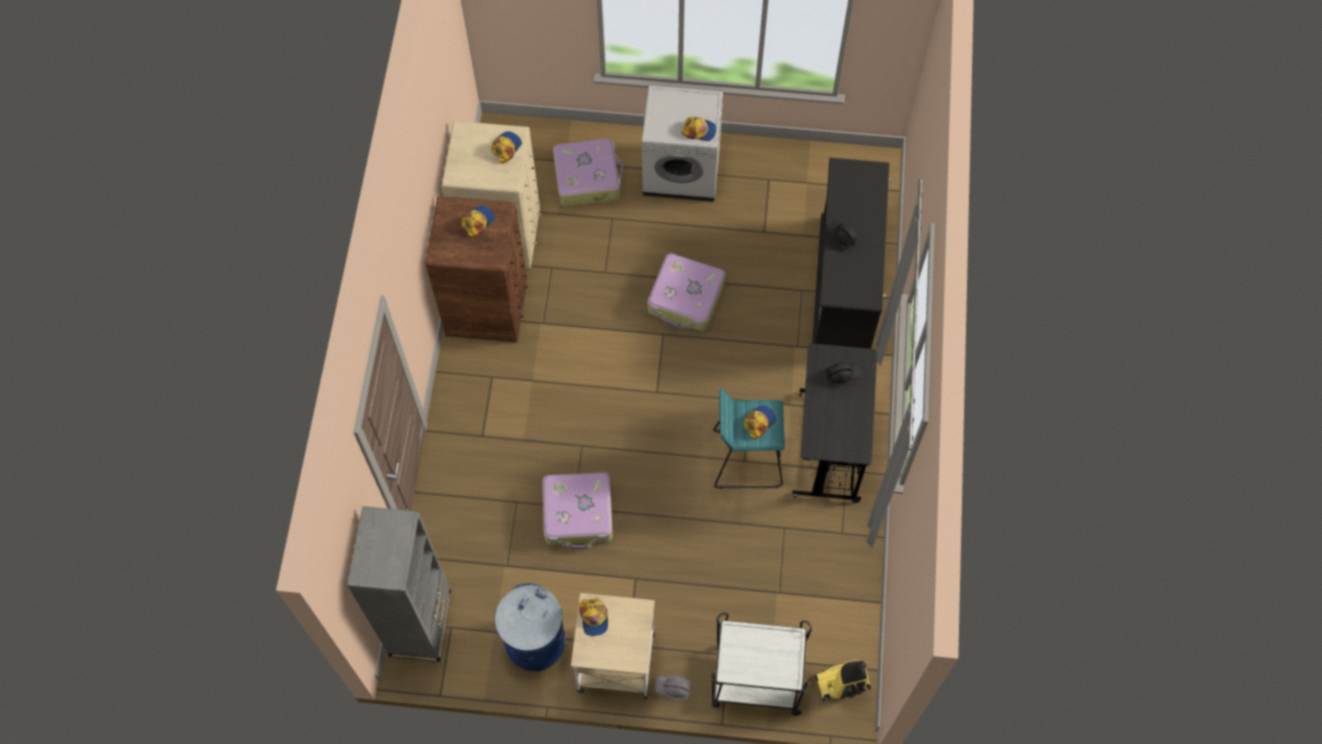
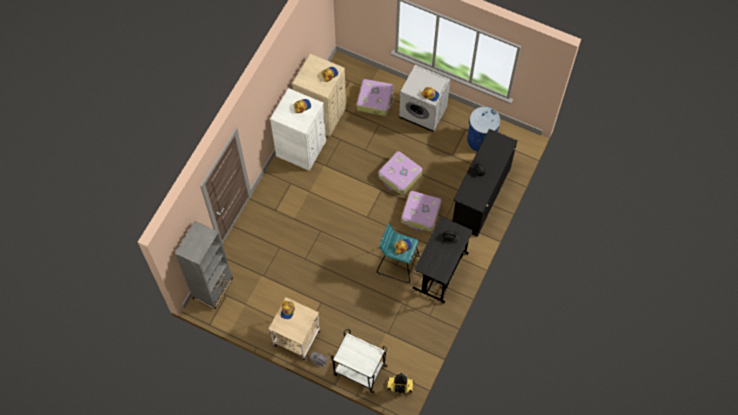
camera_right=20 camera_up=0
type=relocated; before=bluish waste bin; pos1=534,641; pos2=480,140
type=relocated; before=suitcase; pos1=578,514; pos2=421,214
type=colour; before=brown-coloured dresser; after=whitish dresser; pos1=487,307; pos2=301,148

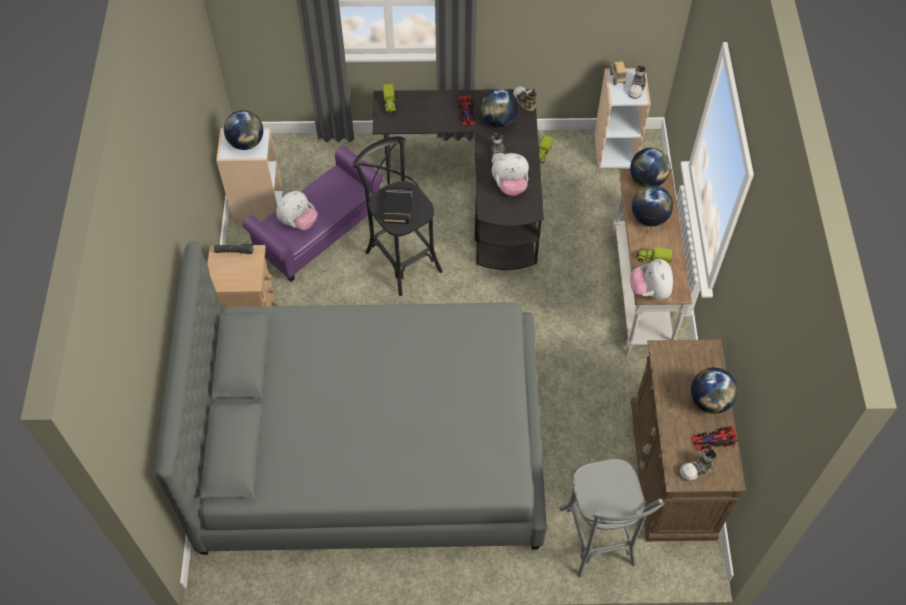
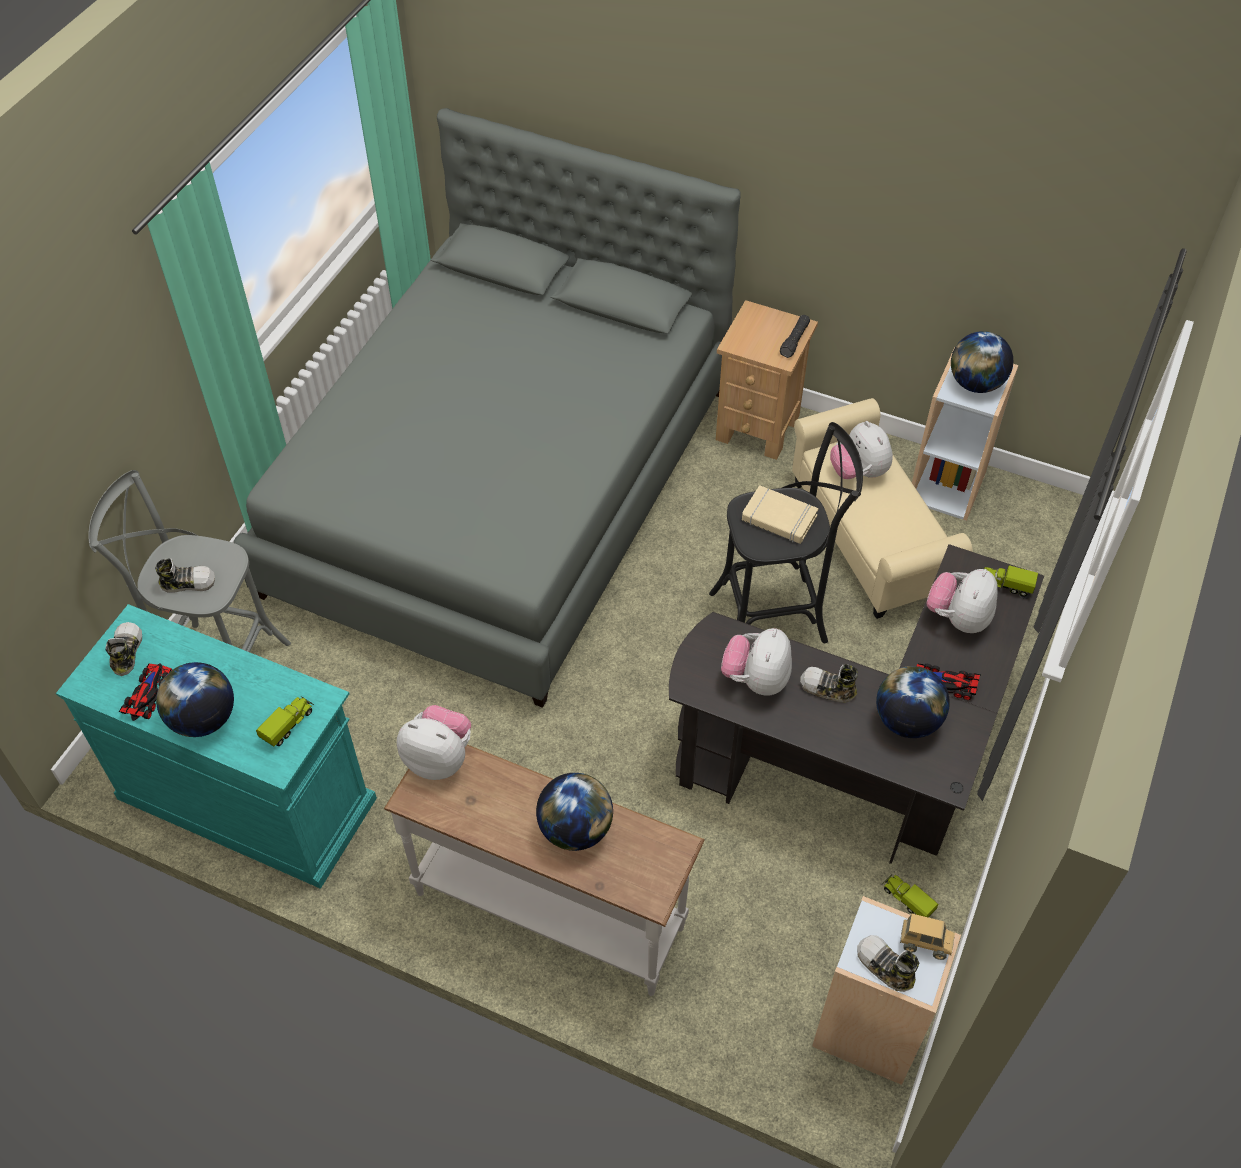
camera_right=115 camera_up=-5
type=missing; before=world globe; pos1=647,180
type=appeared; after=cuddly toy; pos2=958,618
type=relocated; before=shoe; pos1=524,101; pos2=188,582
type=relocated; before=model truck; pos1=652,259; pos2=288,725
type=colour; before=purple-coloured footrest; after=sand-coloured footrest; pos1=319,232; pos2=869,538
type=colour; before=blackish volume; after=sand-coloured volume; pos1=397,207; pos2=778,519
type=colour; before=brown-coloured dresser; after=turquoise dresser; pos1=672,468; pos2=246,799

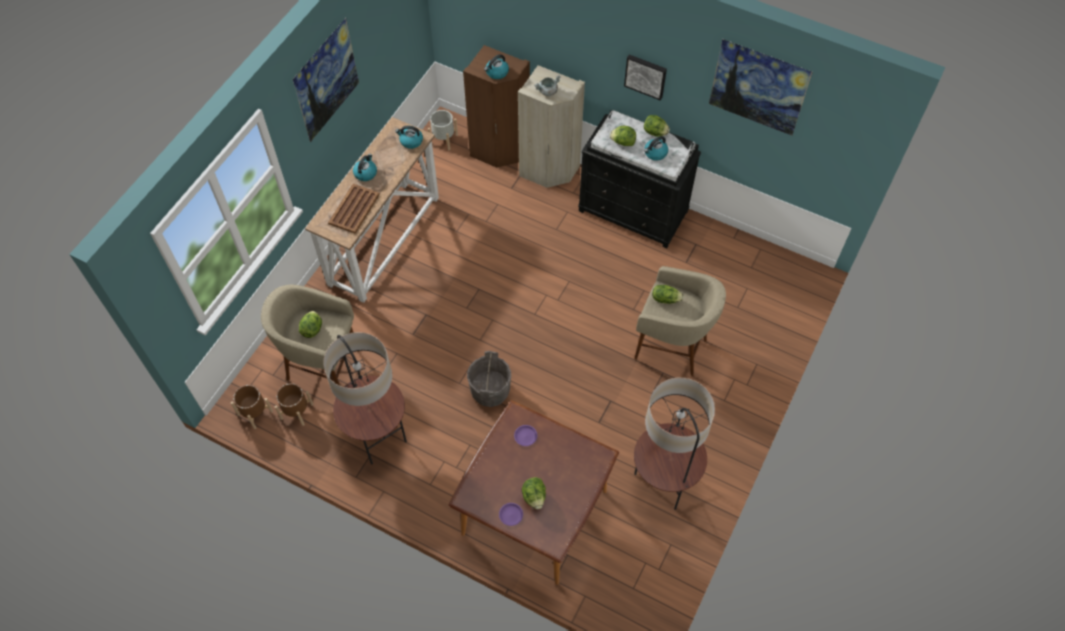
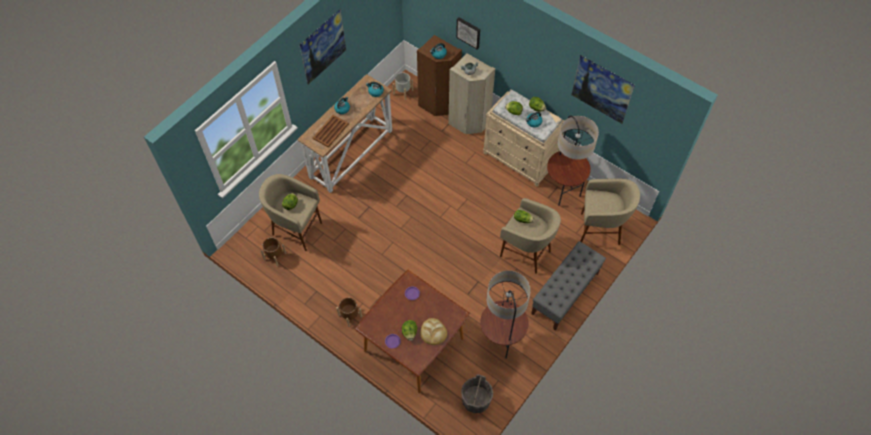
camera_right=10 camera_up=0
type=appeared; after=bakery bread; pos2=433,332
type=appeared; after=grey indoor bench; pos2=565,293
type=appeared; after=sand-coloured stool seat; pos2=600,230
type=relocated; before=brown-coloured plant pot; pos1=255,413; pos2=350,316
type=relocated; before=floor lamp; pos1=378,437; pos2=563,191
type=relocated; before=grey bucket; pos1=490,391; pos2=476,400
type=relocated; before=wall picture; pos1=646,76; pos2=469,32
type=colour; before=blackish dresser; after=sand-coloured dresser; pos1=633,211; pos2=520,158

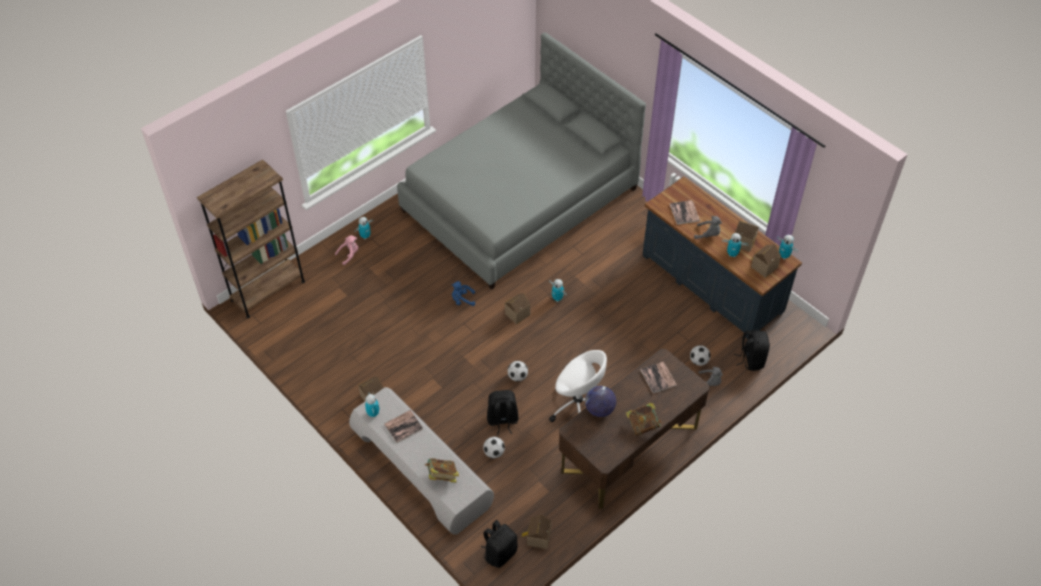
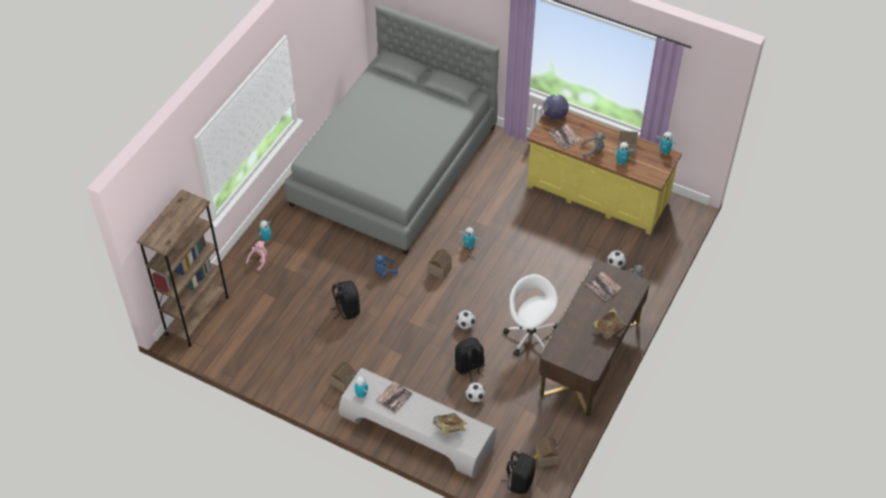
camera_right=-20 camera_up=0
type=missing; before=model house; pos1=763,266
type=relocated; before=world globe; pos1=599,409; pos2=555,116
type=relocated; before=blackish backpack; pos1=751,359; pos2=346,309
type=colour; before=bluish dresser; after=yellow-coloured dresser; pos1=712,285; pos2=598,195
type=spun; before=whitish desk chair; pos1=578,407; pos2=530,335; turn=-150

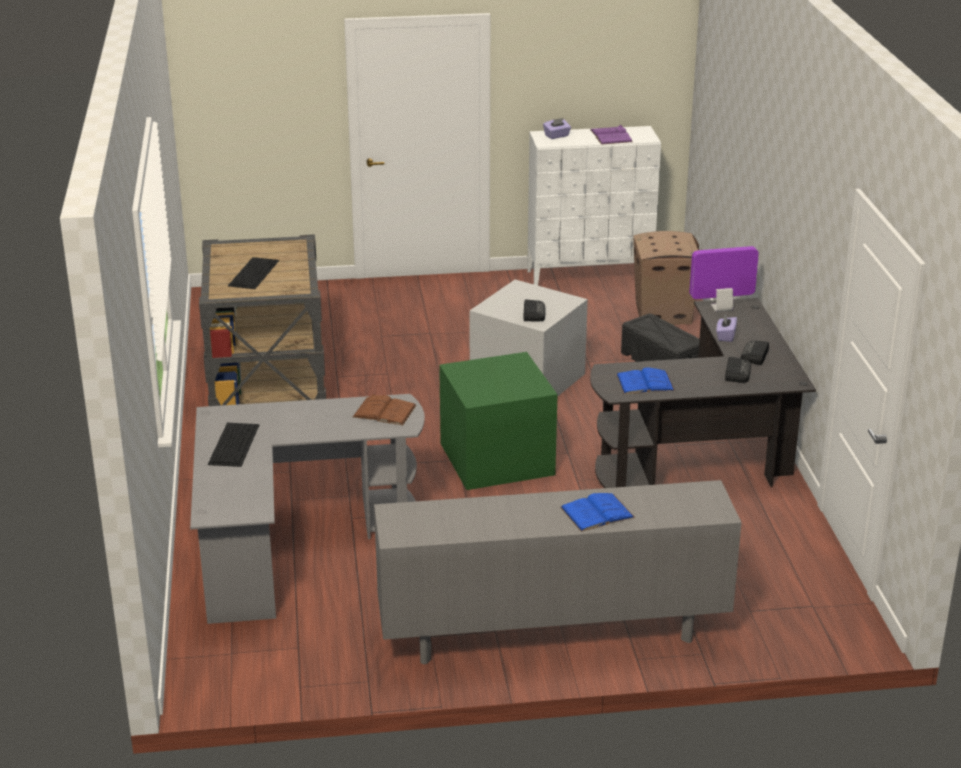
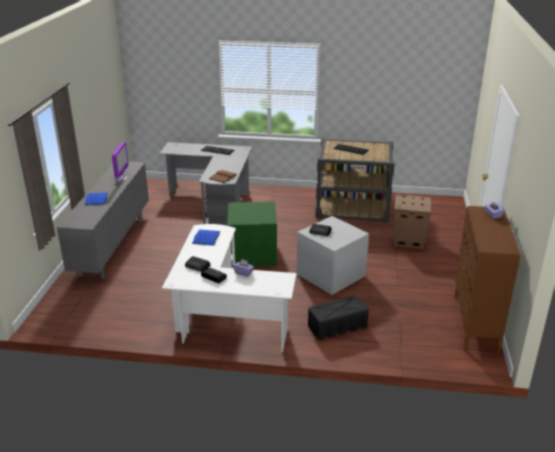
camera_right=105 camera_up=0
type=missing; before=purple-coloured volume; pos1=611,136
type=relocated; before=packing box; pos1=663,313; pos2=409,241
type=relocated; before=computer display; pos1=721,308; pos2=121,178
type=colour; before=whitish dresser; after=brown-coloured dresser; pos1=590,278; pos2=474,324
type=colour; before=blackish desk; after=whitish desk; pos1=708,453; pos2=222,318

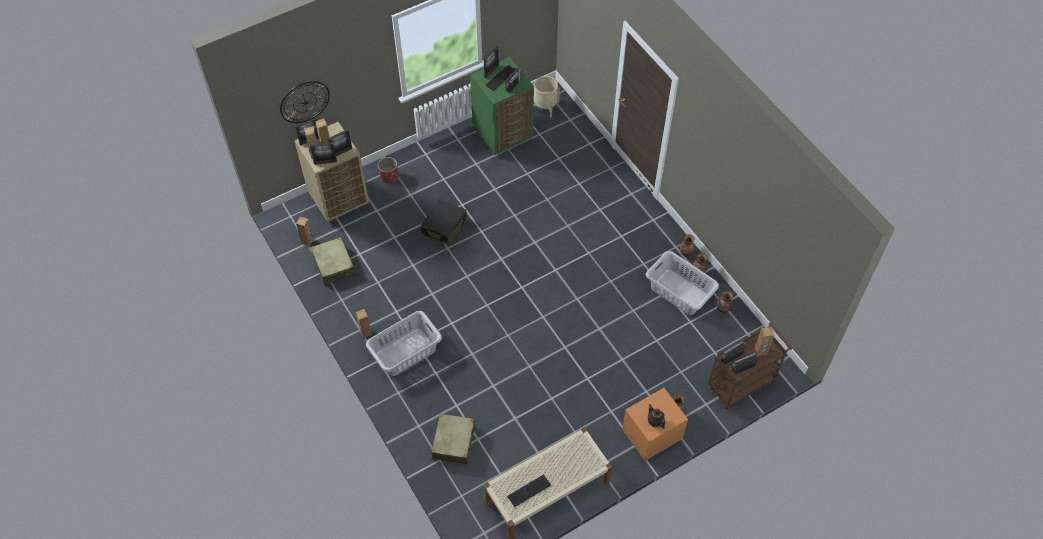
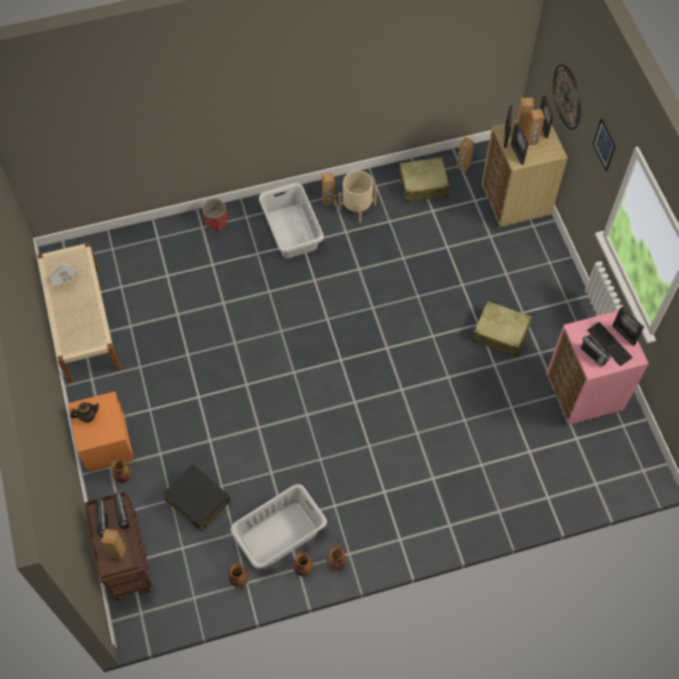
camera_right=105 camera_up=5
type=appeared; after=wall picture; pos2=604,144
type=relocated; before=red plant pot; pos1=389,177; pos2=216,222
type=relocated; before=blackish suitcase; pos1=444,227; pos2=197,501
type=relocated; before=sand-coloured suitcase; pos1=454,442; pos2=500,333
type=relocated; before=sand-coloured plant pot; pos1=545,106; pos2=357,207
type=exchanged; before=PC keyboard; after=daily paper; pos1=529,491; pos2=64,278
type=colour; before=greenish dresser; after=pinkish dresser; pos1=503,135; pos2=583,394

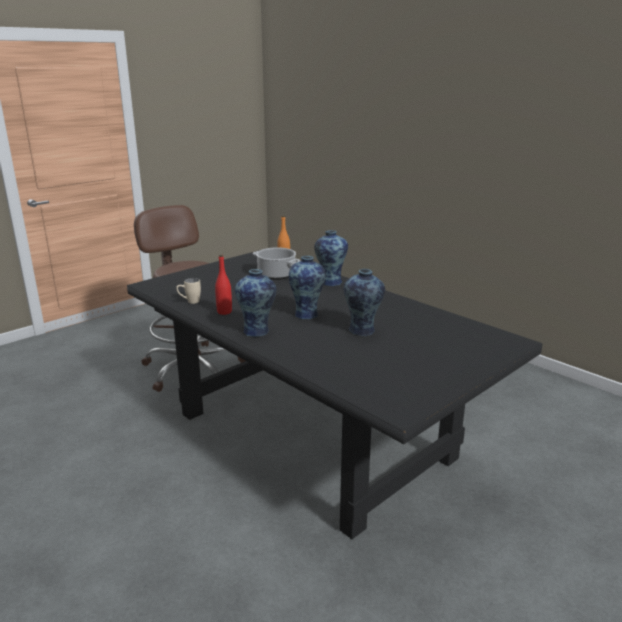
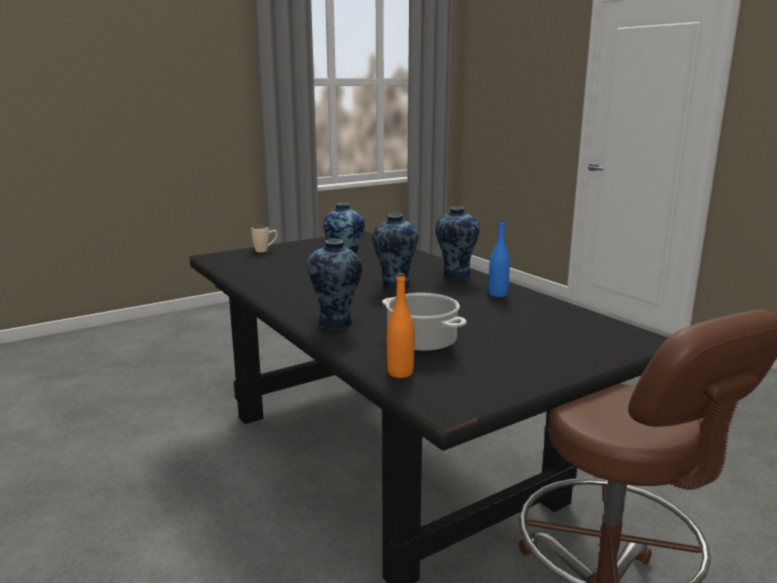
camera_right=-170 camera_up=-5
type=relocated; before=sand-coloured mug; pos1=189,302; pos2=265,250
type=colour; before=red drink bottle; after=bluish drink bottle; pos1=224,312; pos2=497,294

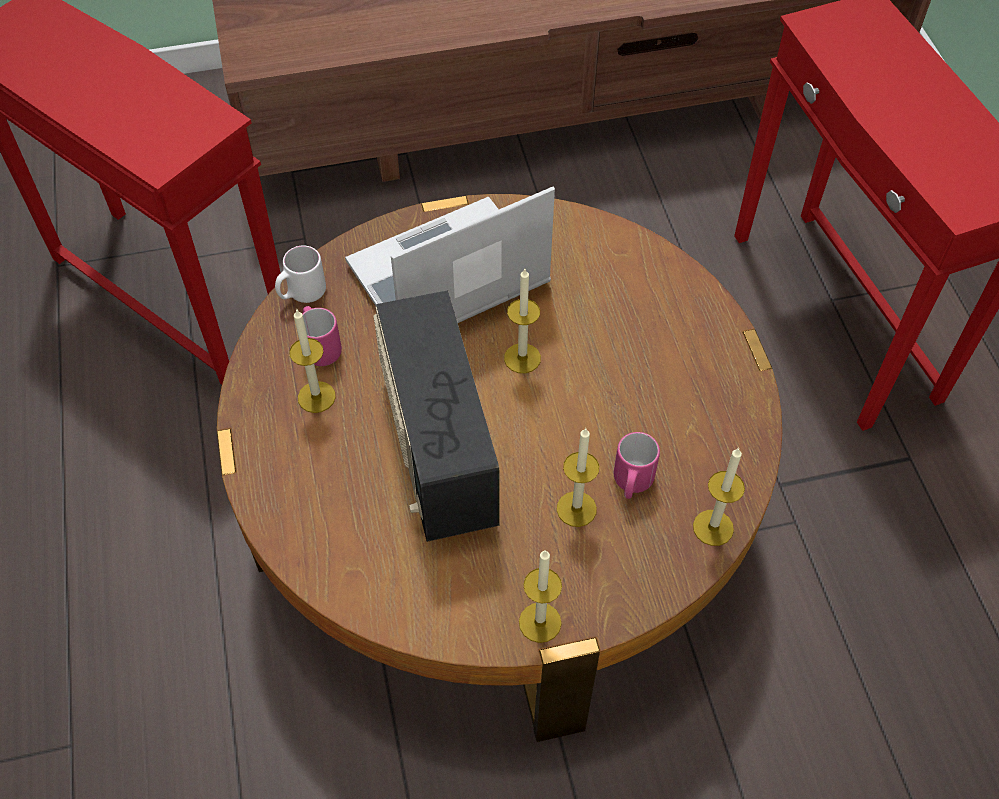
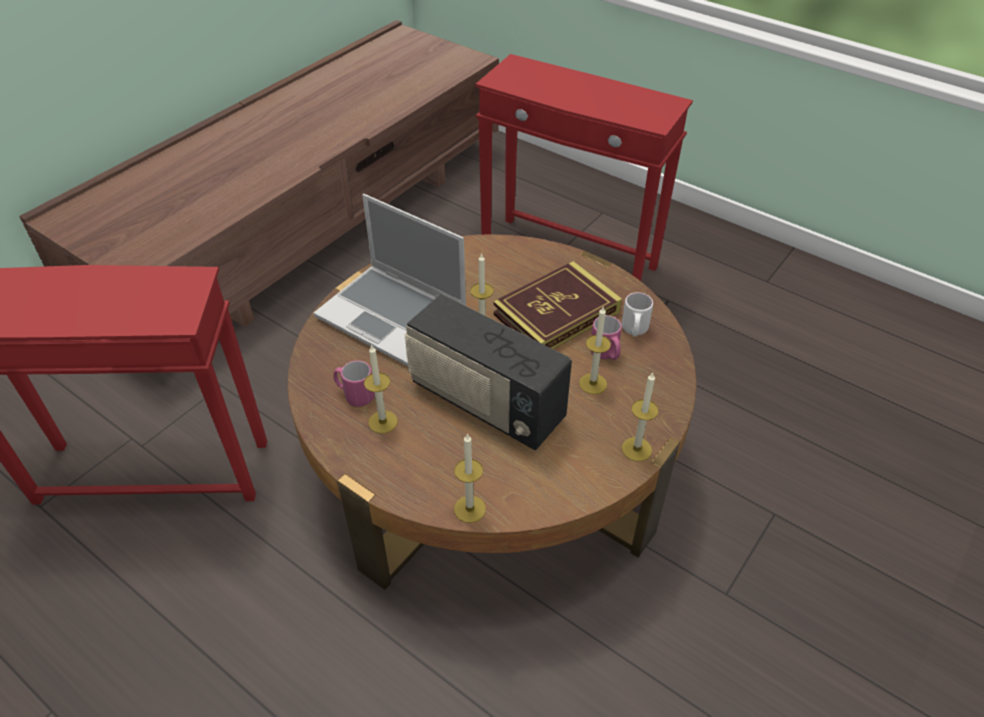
camera_right=-40 camera_up=-10
type=appeared; after=volume; pos2=556,313
type=relocated; before=whitish mug; pos1=302,294; pos2=634,331
type=relocated; before=wax light; pos1=713,527; pos2=469,509
type=spun; before=portable computer; pos1=447,278; pos2=394,316; turn=-75

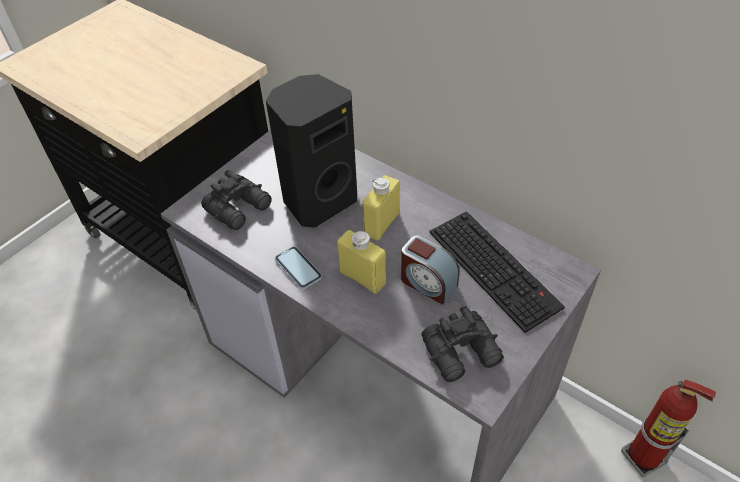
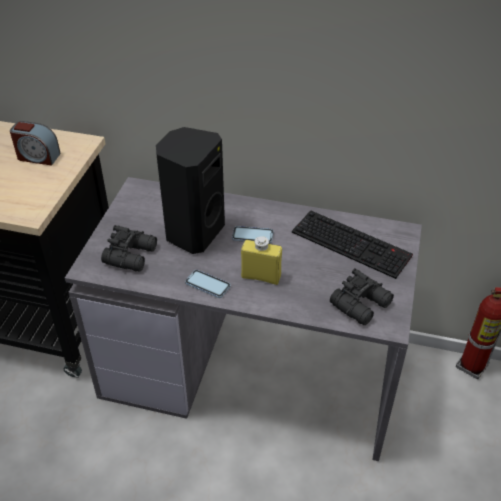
camera_right=-25 camera_up=-5
type=relocated; before=bedside clock; pos1=427,283; pos2=38,157
type=exchanged; before=yellow-coloured drink bottle; after=phone; pos1=382,224; pos2=252,236

